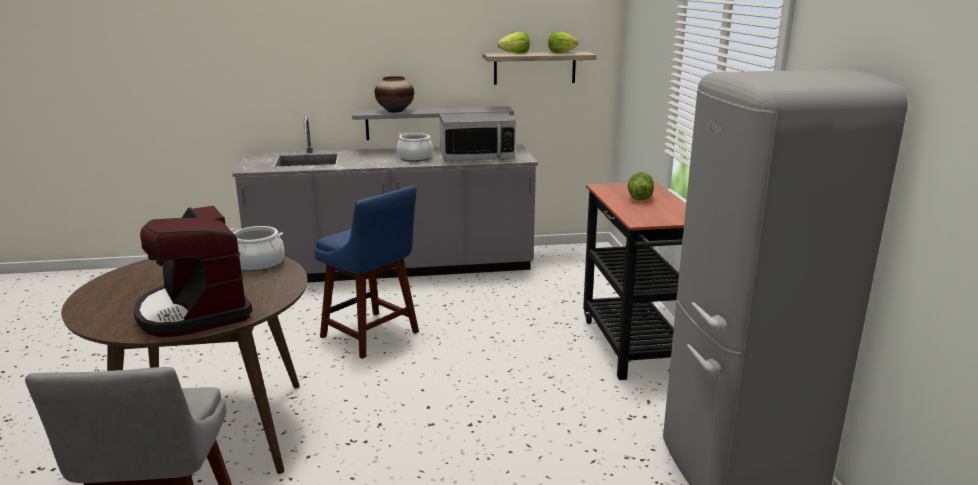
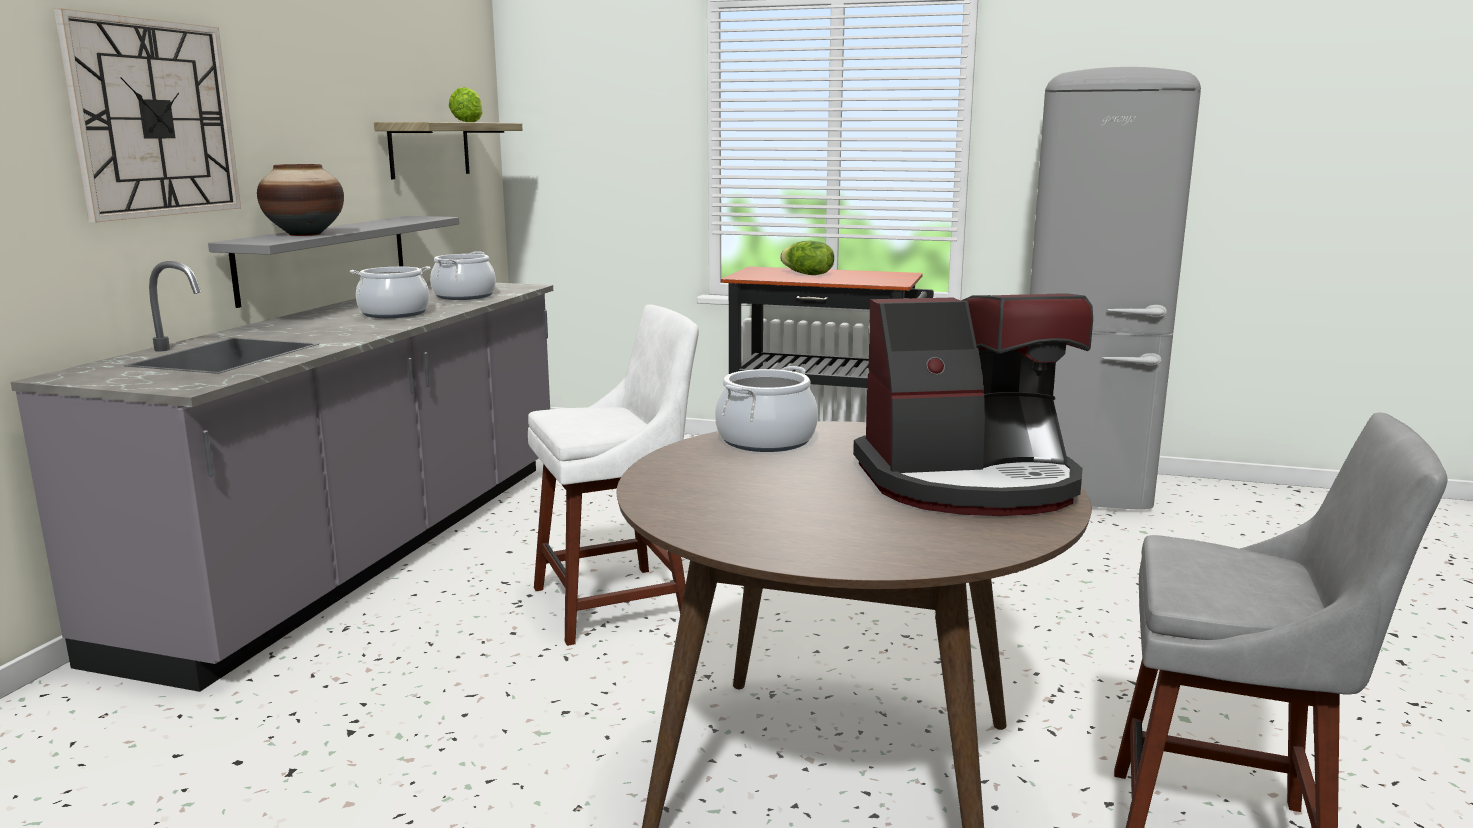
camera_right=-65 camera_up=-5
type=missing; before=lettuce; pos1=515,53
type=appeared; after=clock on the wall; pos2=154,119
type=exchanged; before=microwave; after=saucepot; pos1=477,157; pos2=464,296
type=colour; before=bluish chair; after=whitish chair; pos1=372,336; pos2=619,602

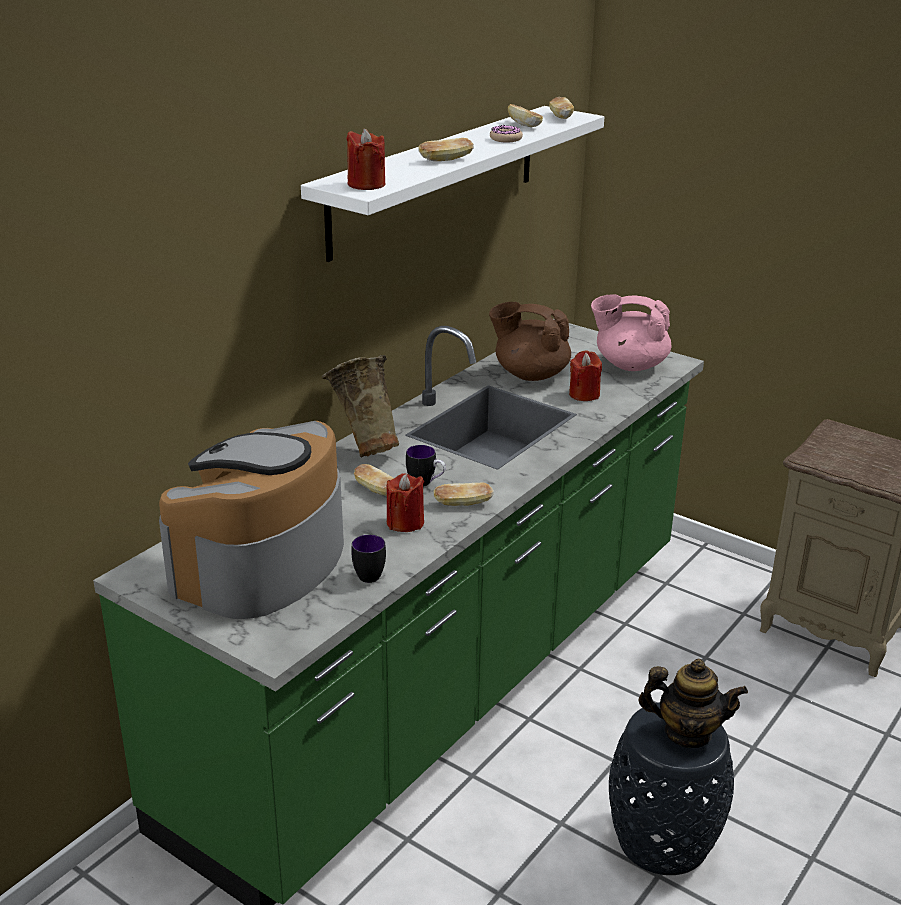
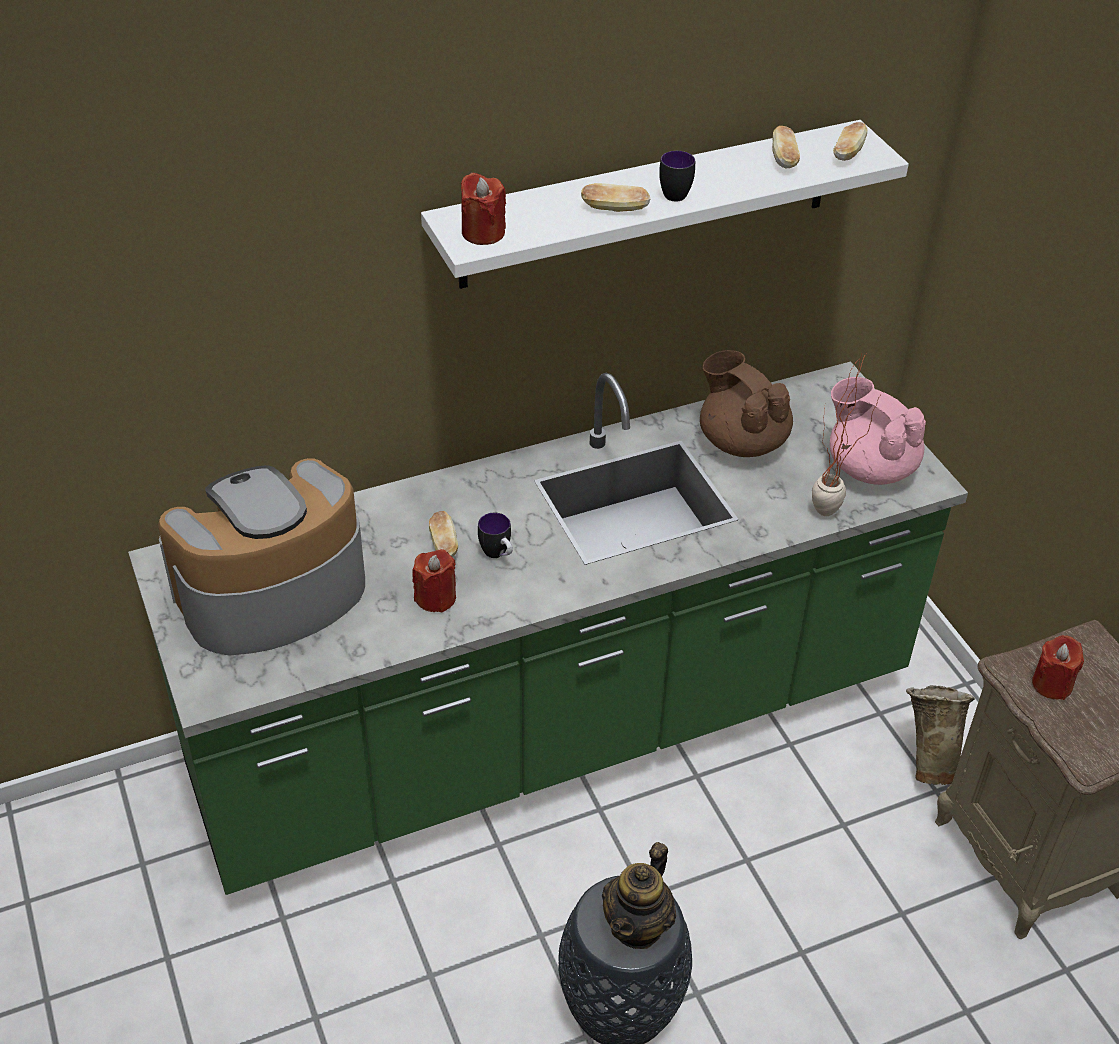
camera_right=30 camera_up=15
type=missing; before=bakery bread; pos1=463,504
type=missing; before=doughnut; pos1=505,139
type=appeared; after=plant in a pot; pos2=828,519
type=relocated; before=sand-coloured vase; pos1=364,447; pos2=928,760
type=relocated; before=mug; pos1=368,573; pos2=677,192
type=relocated; before=red wax light; pos1=584,394; pos2=1052,684
type=spun; before=teapot; pos1=687,733; pos2=638,926; turn=75

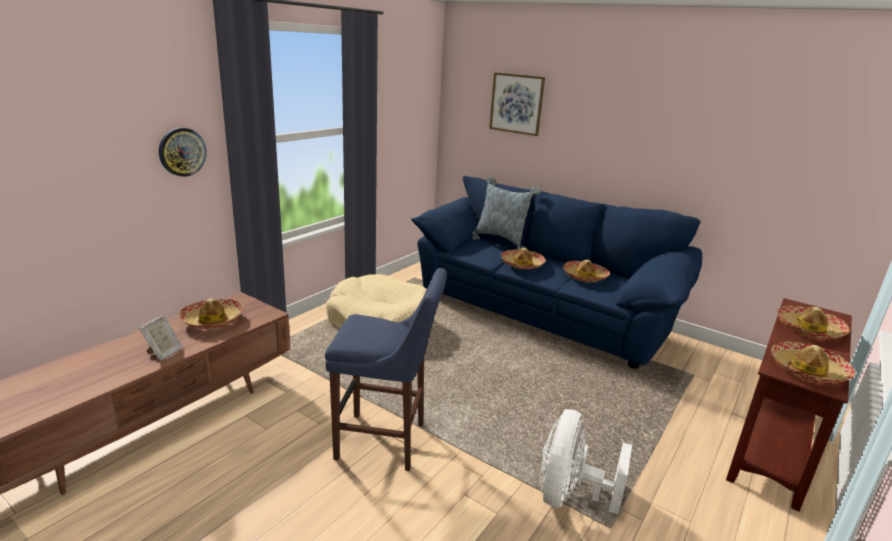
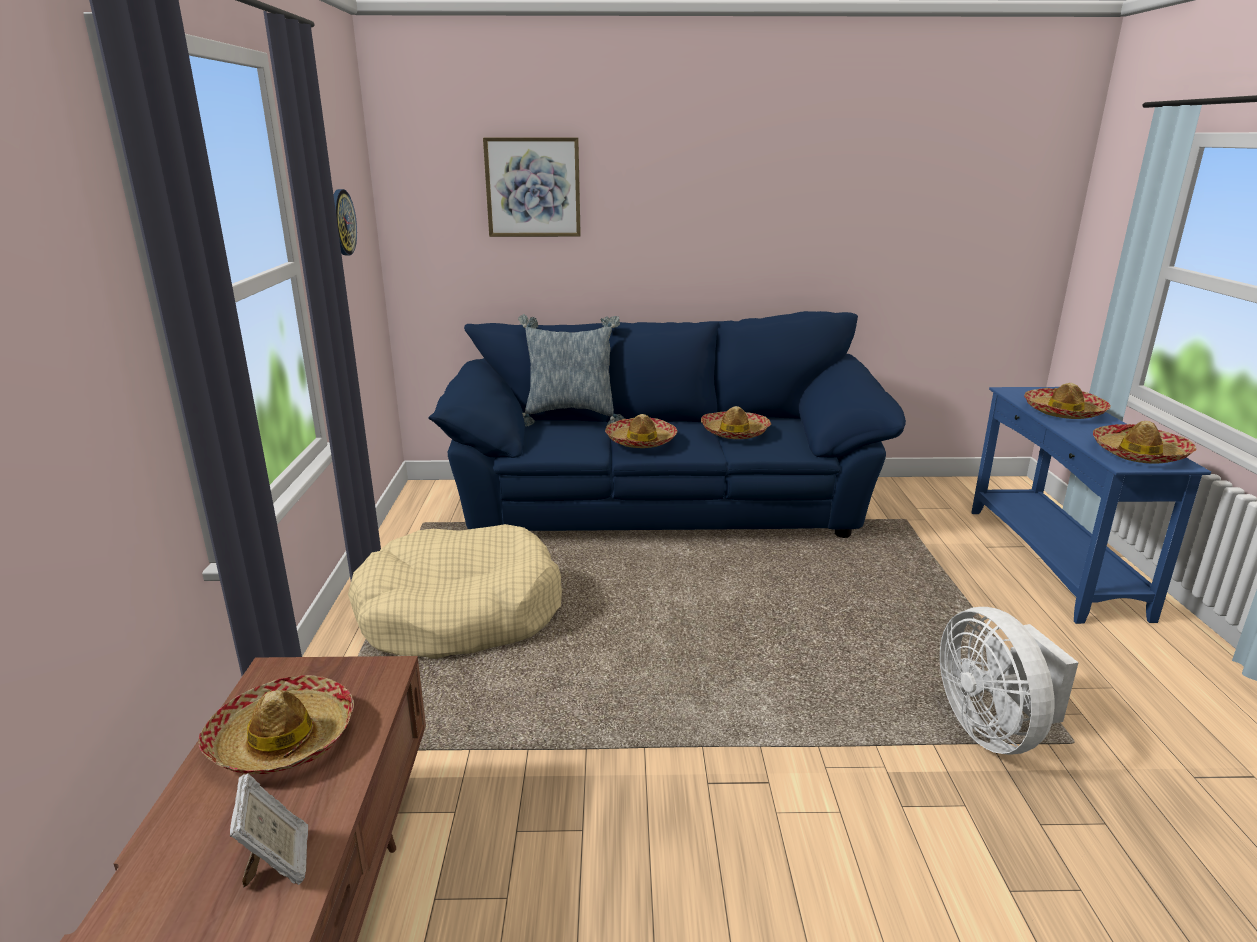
camera_right=-35 camera_up=0
type=missing; before=bluish stool seat; pos1=385,442
type=relocated; before=clock on the wall; pos1=182,152; pos2=342,222
type=colour; before=brown-coloured narrow table; after=bluish narrow table; pos1=774,443; pos2=1054,561

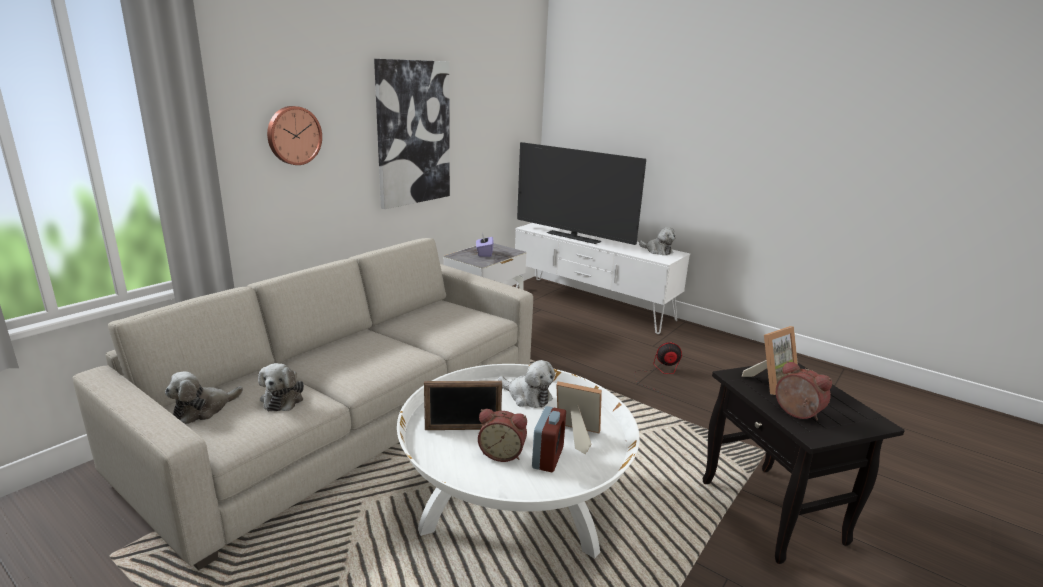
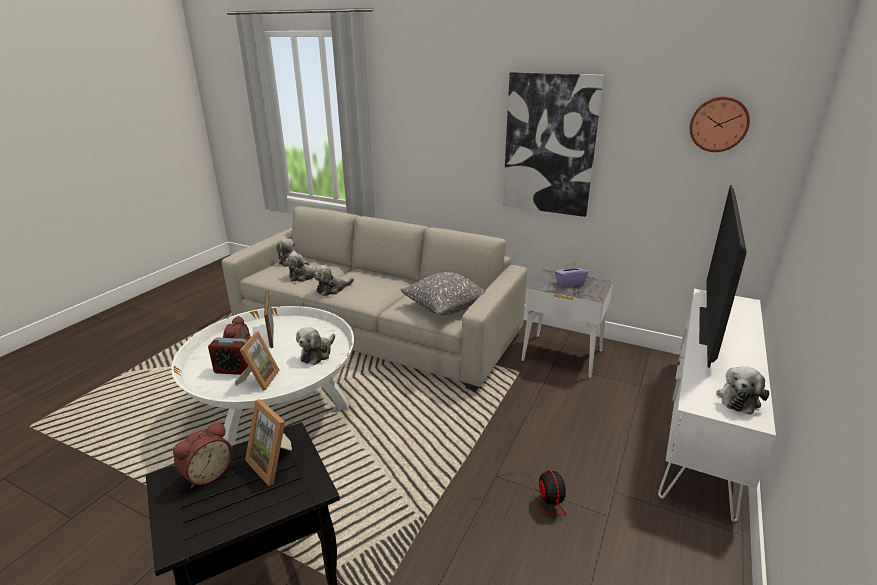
camera_right=80 camera_up=5
type=appeared; after=cuddly toy; pos2=332,289
type=appeared; after=grey throw pillow; pos2=444,308
type=relocated; before=clock on the wall; pos1=293,135; pos2=719,124

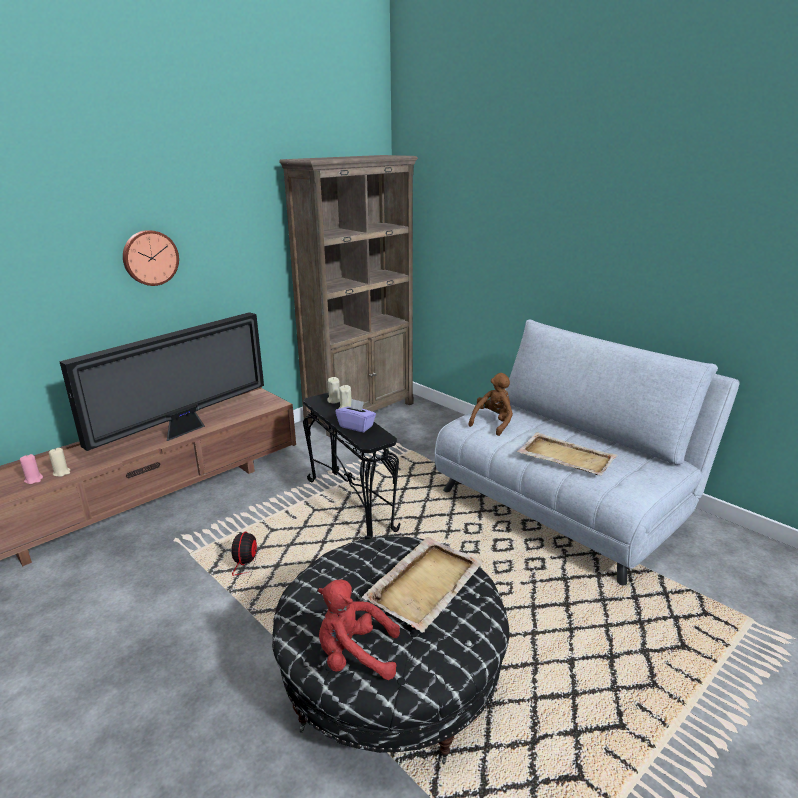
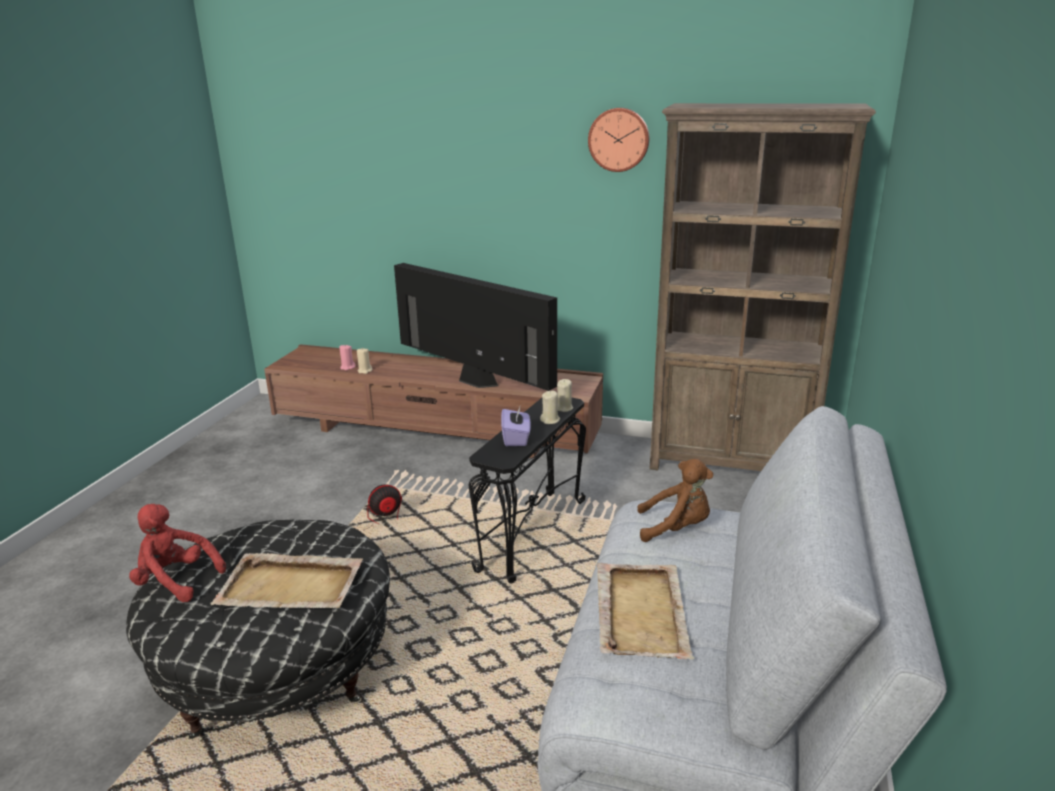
camera_right=60 camera_up=0
type=relocated; before=clock on the wall; pos1=150,257; pos2=619,139
type=spun; before=TV; pos1=185,430; pos2=475,381; turn=-150
type=spun; before=red cuddly toy; pos1=355,656; pos2=175,581; turn=-45

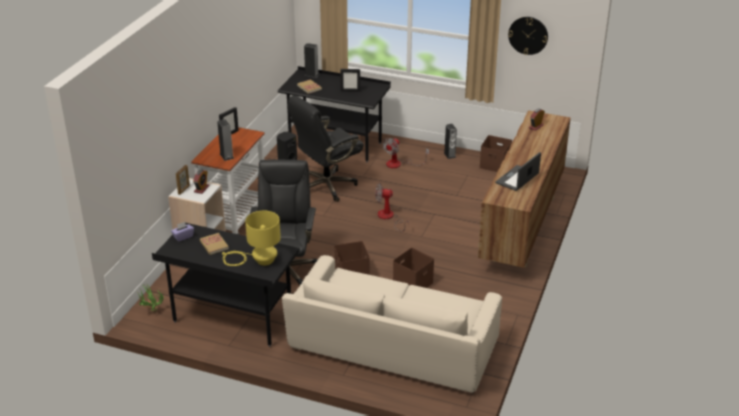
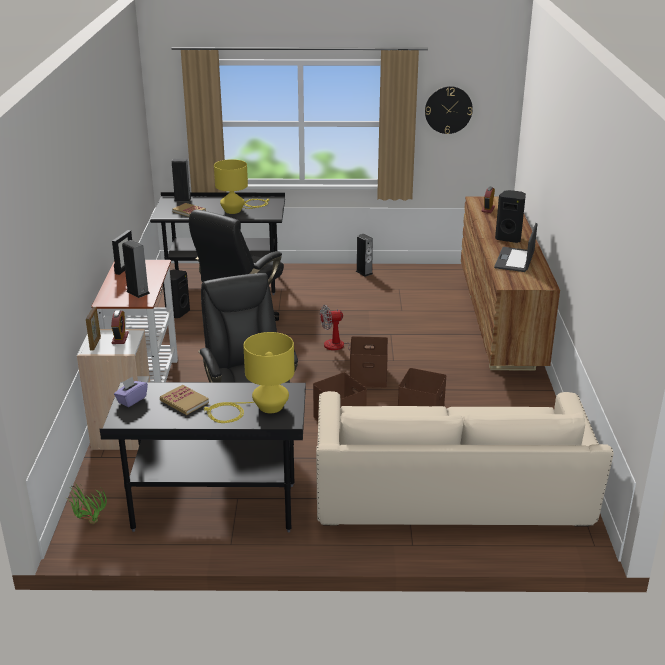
camera_right=-20 camera_up=-5
type=missing; before=electric fan; pos1=399,164
type=appeared; after=blackish loudspeaker; pos2=509,238
type=relocated; before=brown-coloured storage bin; pos1=495,164; pos2=369,377
type=exchanged; before=photo frame; after=yellow-coloured tabletop lamp; pos1=350,90; pos2=242,208

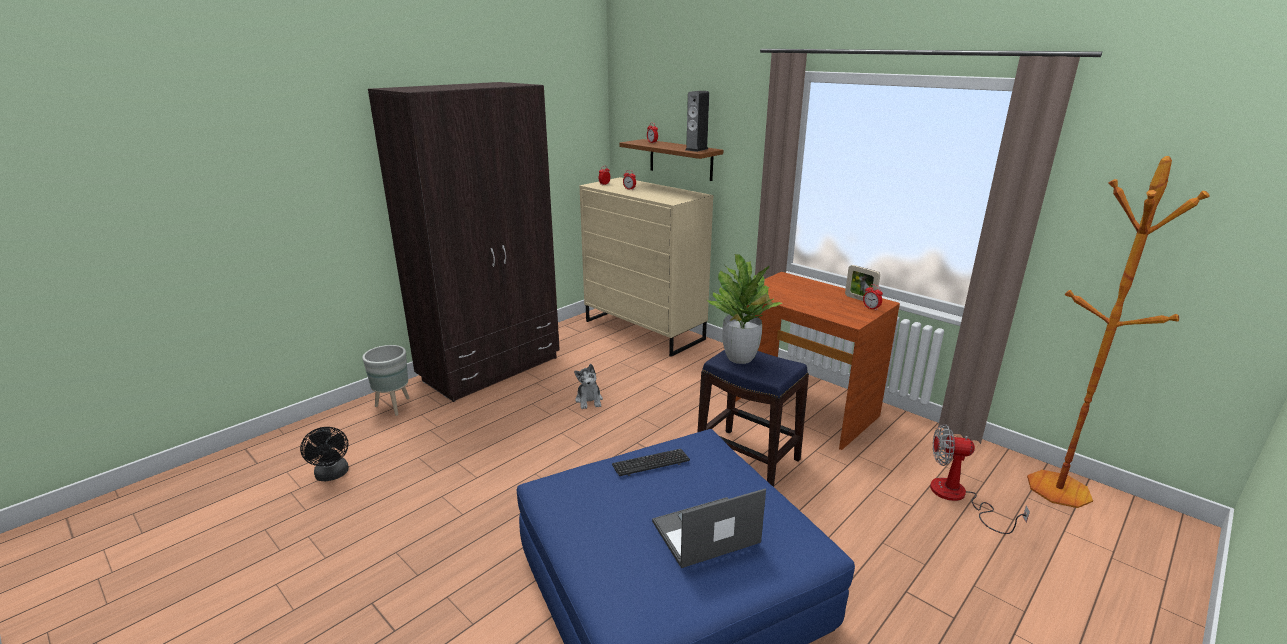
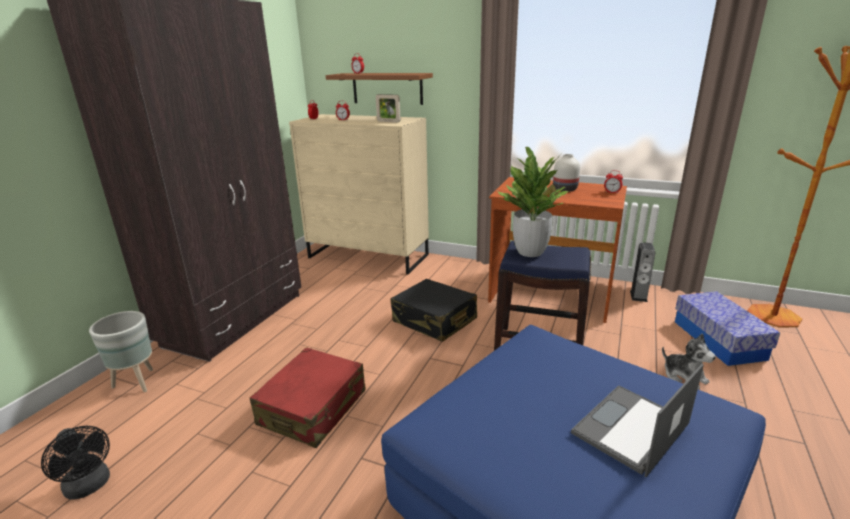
camera_right=-20 camera_up=0
type=missing; before=PC keyboard; pos1=651,463
type=appeared; after=red suitcase; pos2=313,408
type=appeared; after=blackish suitcase; pos2=434,320
type=appeared; after=whitish vase; pos2=564,189
type=relocated; before=cuddly toy; pos1=589,400; pos2=684,377
type=relocated; before=loudspeaker; pos1=696,149; pos2=638,296
type=relocated; before=photo frame; pos1=860,299; pos2=388,121
type=exchanged; before=electric fan; after=storage bin; pos1=958,497; pos2=718,340

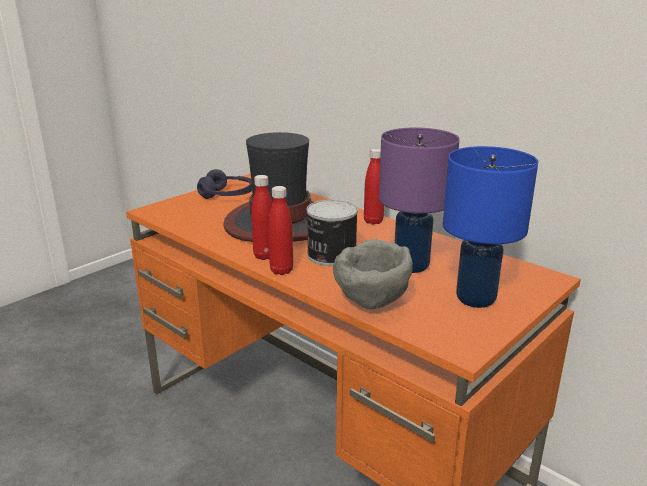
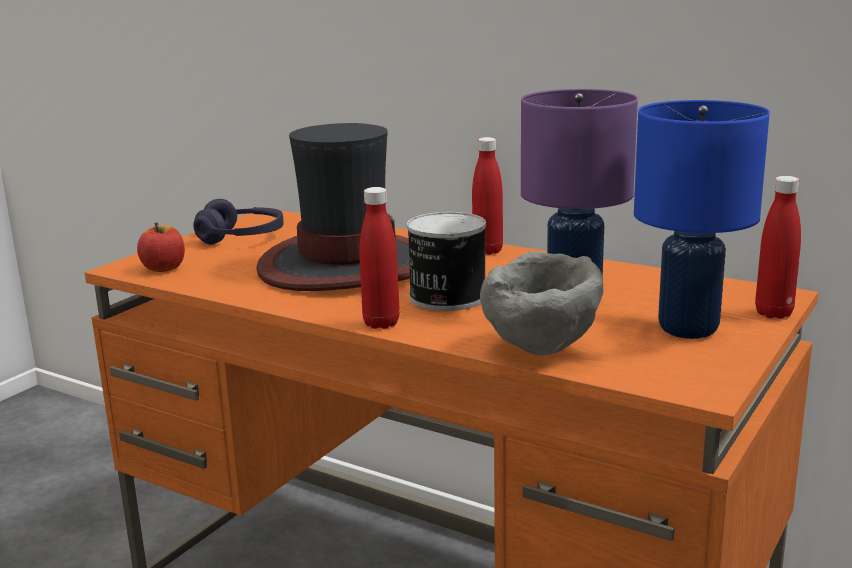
camera_right=-10 camera_up=-5
type=appeared; after=apple fruit; pos2=164,268
type=relocated; before=red drink bottle; pos1=264,256; pos2=773,313

